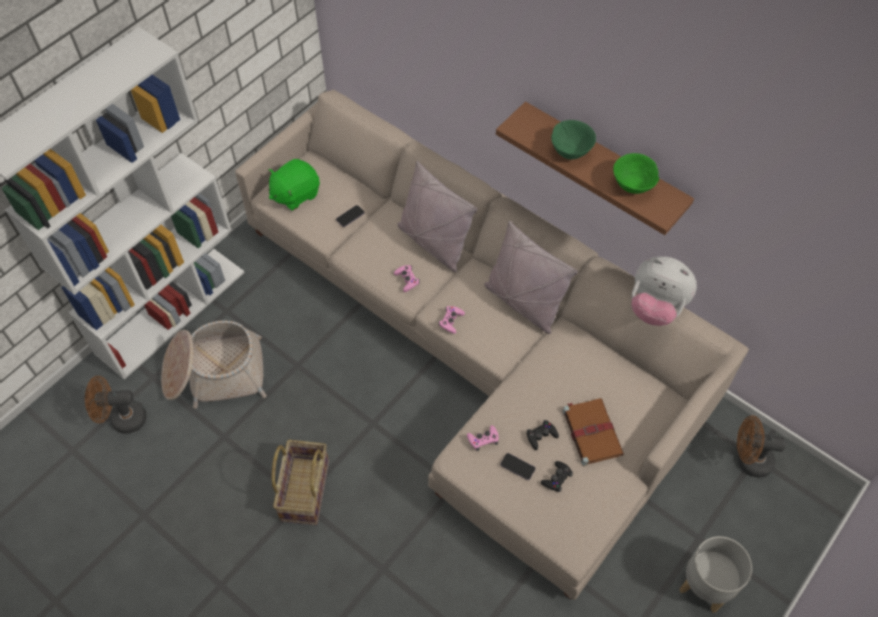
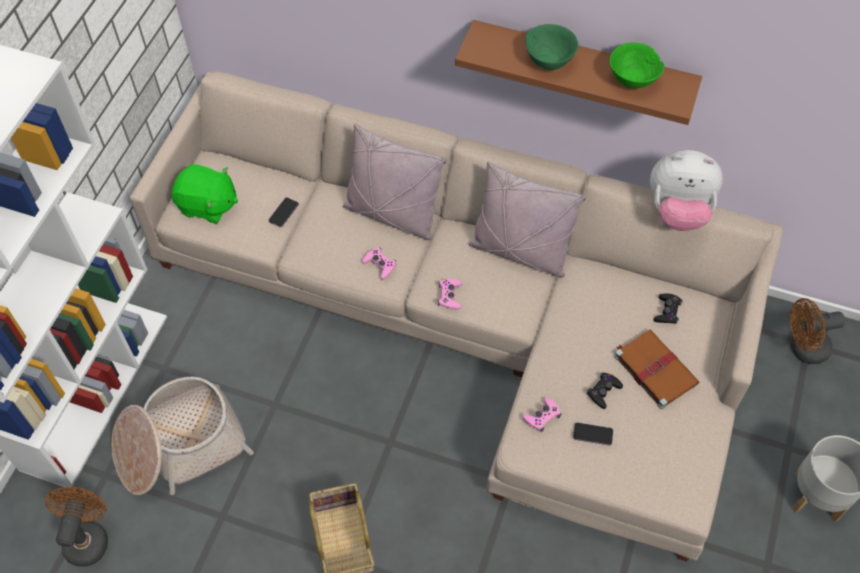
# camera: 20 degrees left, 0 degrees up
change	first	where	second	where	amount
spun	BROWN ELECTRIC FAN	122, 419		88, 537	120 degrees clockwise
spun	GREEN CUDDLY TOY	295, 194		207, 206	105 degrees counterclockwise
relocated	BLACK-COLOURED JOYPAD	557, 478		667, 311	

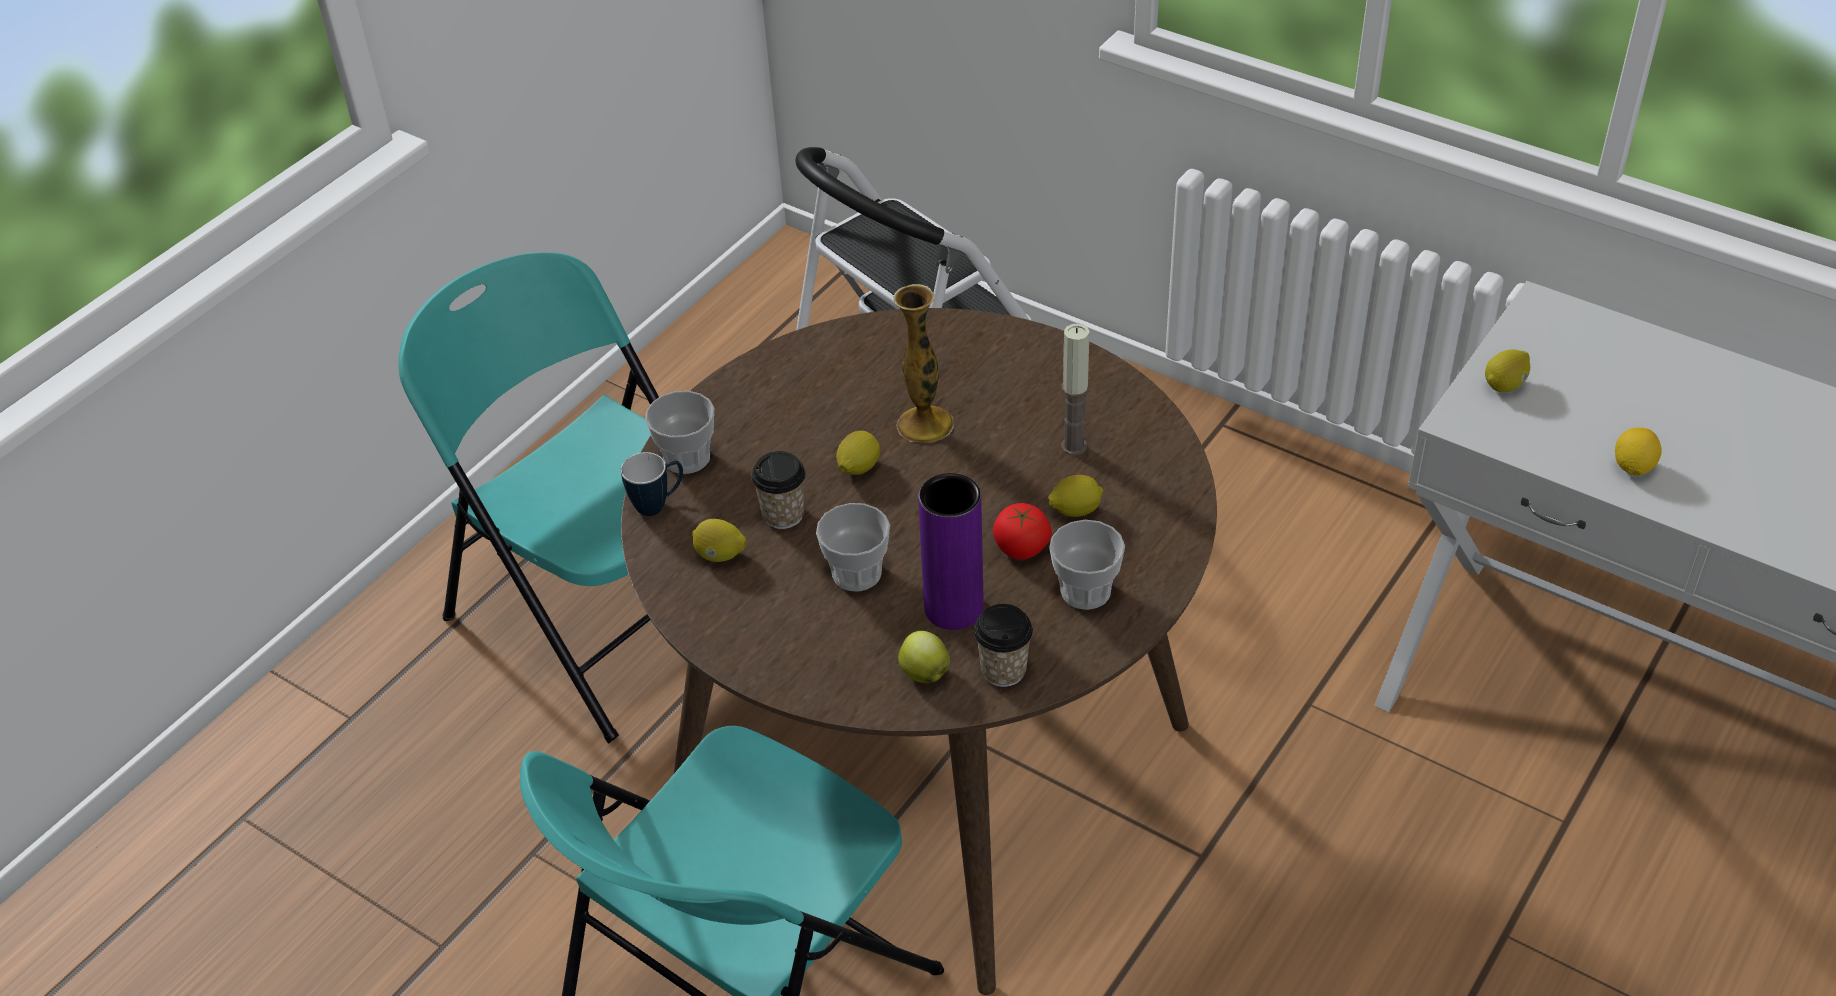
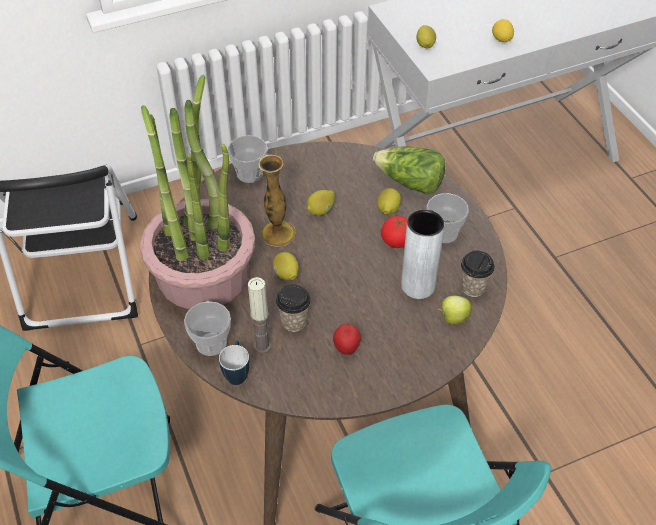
# camera: 60 degrees left, 5 degrees up
change	first	where	second	where	amount
relocated	WHOLE LEMON	720, 555		321, 210	
relocated	DRINKING CUP	857, 573		249, 173	
colour	PURPLE-COLOURED DECORATIVE VASE	953, 608	GRAY DECORATIVE VASE	418, 286	
relocated	WAX CANDLE	1074, 446		262, 346	
appeared			HOUSEPLANT	203, 273	
appeared			WHOLE APPLE	346, 349	
appeared			LETTUCE HEAD	410, 182	

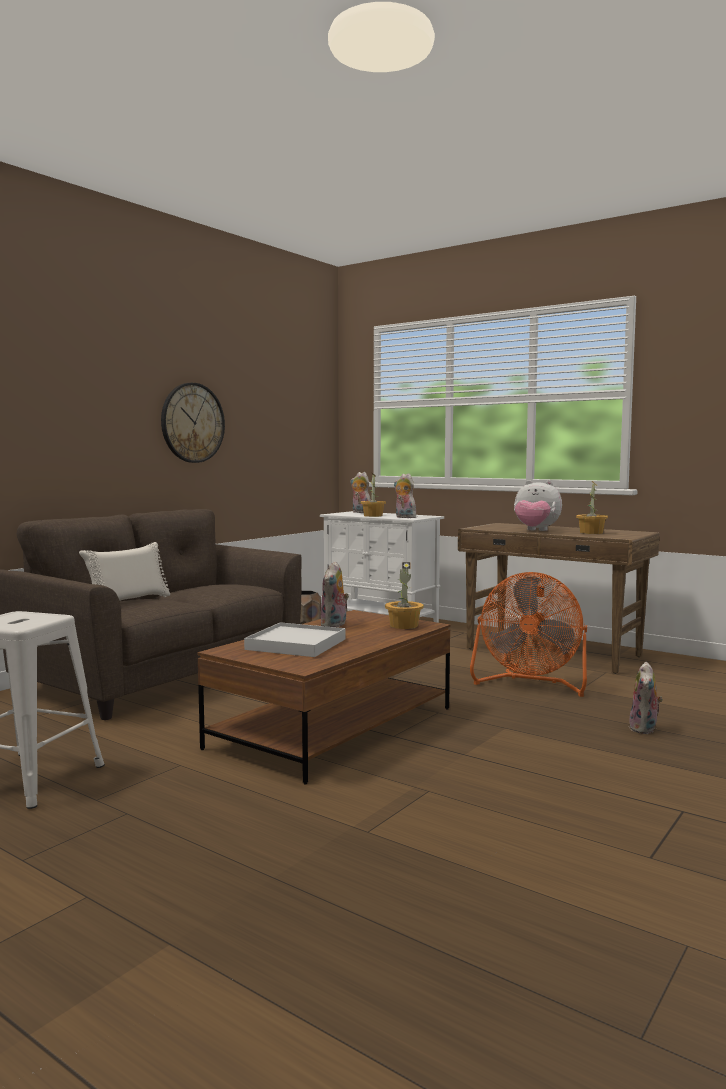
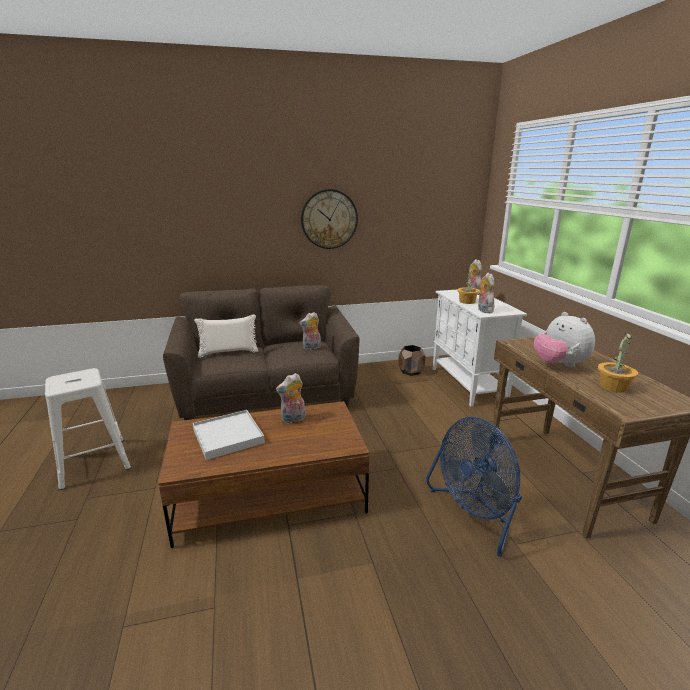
# camera: 40 degrees right, 15 degrees up
change	first	where	second	where	amount
missing	HOUSEPLANT	404, 625			
colour	ORANGE ELECTRIC FAN	527, 683	BLUE ELECTRIC FAN	475, 511	
relocated	CUDDLY TOY	645, 729		312, 348	

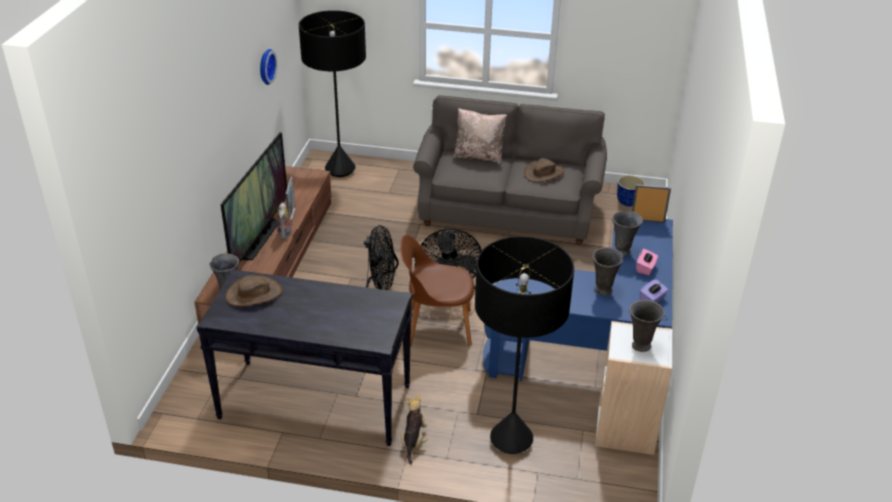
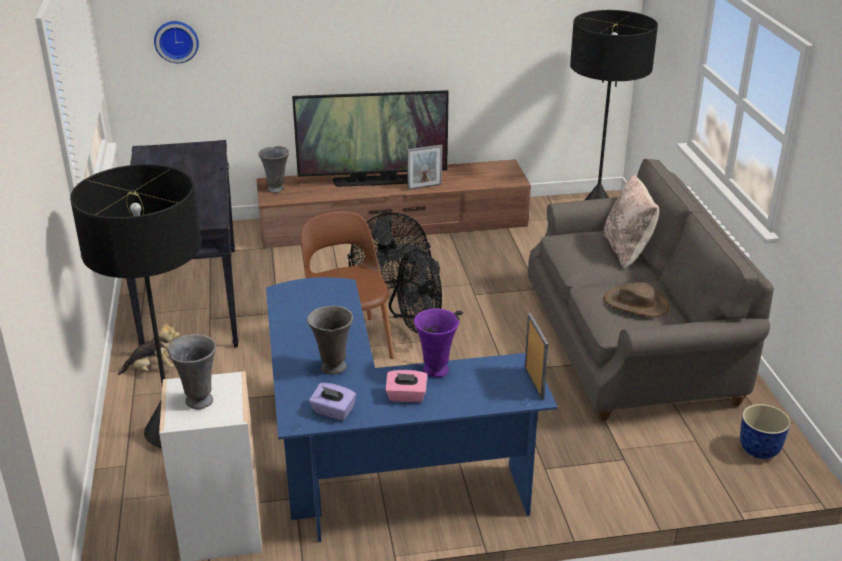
# camera: 70 degrees right, 5 degrees down
change	first	where	second	where	amount
missing	BROWN WEARABLE HAT	254, 294			
relocated	HANGING CLOCK	265, 66		176, 41	
missing	CUDDLY TOY	285, 234			
colour	GRAY DECORATIVE VASE	622, 251	PURPLE-COLOURED DECORATIVE VASE	436, 371	

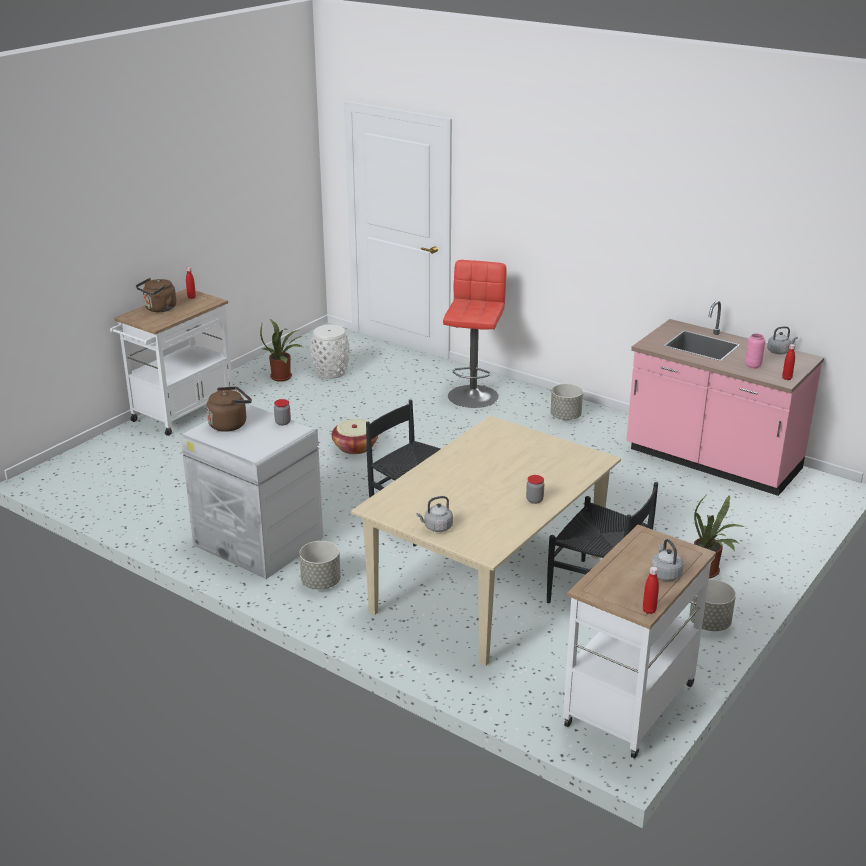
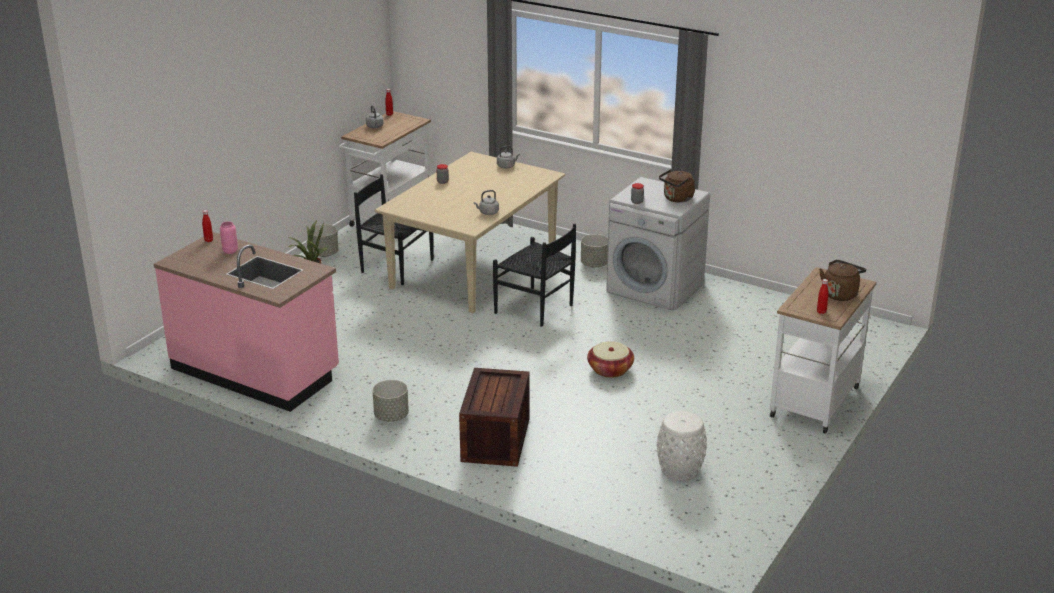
# camera: 175 degrees right, 0 degrees up
change	first	where	second	where	amount
missing	HOUSEPLANT	283, 377			
exchanged	RED-COLOURED STOOL SEAT	473, 396	SHIPPING CRATE	495, 440	
relocated	GRAY WATER KETTLE	779, 351		487, 213	

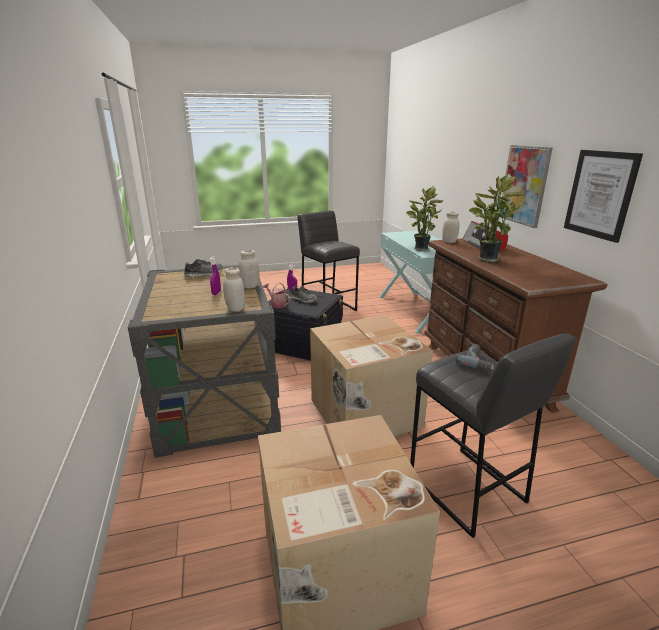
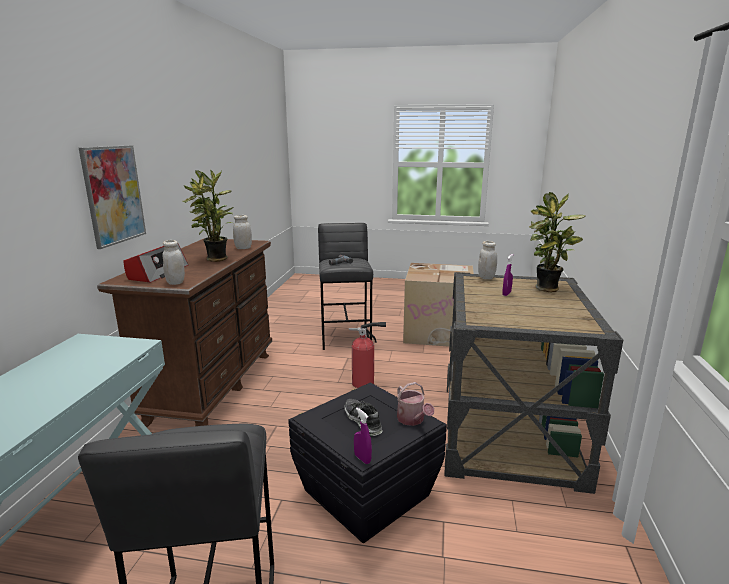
# camera: 155 degrees left, 5 degrees down
change	first	where	second	where	amount
missing	ITEM OF FOOTWEAR	204, 275			
relocated	WHITE-COLOURED STORAGE JAR	250, 286		243, 248	
exchanged	PACKING BOX	364, 414	FIRE EXTINGUISHER	365, 383	
relocated	HOUSEPLANT	420, 249		547, 289	
missing	PICTURE	600, 194			

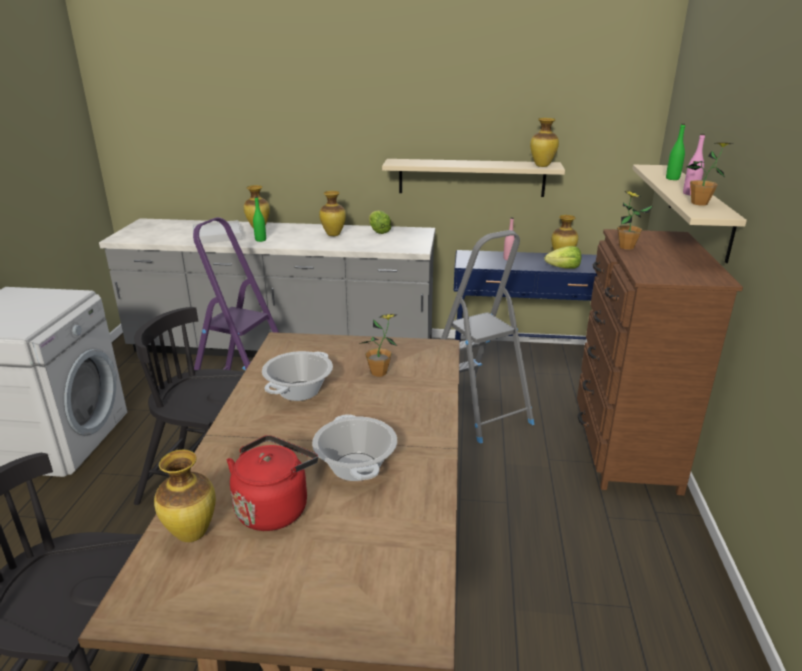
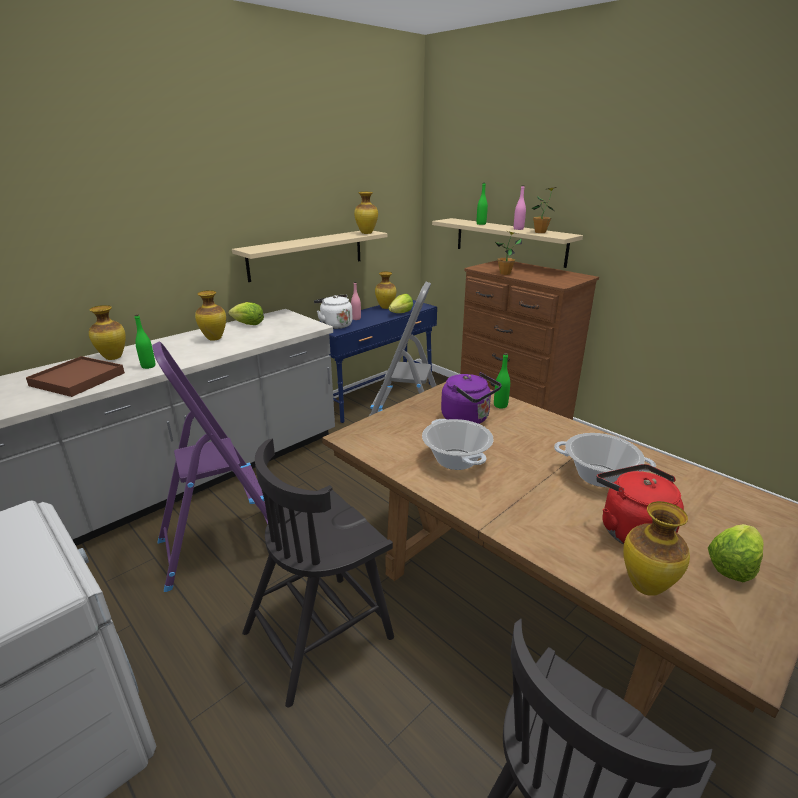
# camera: 50 degrees left, 0 degrees up
change	first	where	second	where	amount
colour	WHITE-COLOURED TRAY	217, 235	BROWN TRAY	78, 379	
exchanged	HOUSEPLANT	379, 372	PURPLE-COLOURED WATER KETTLE	468, 419	
appeared			WHITE-COLOURED WATER KETTLE	335, 325	
appeared			GREEN DRINK BOTTLE	500, 405	
appeared			LETTUCE HEAD	732, 566	

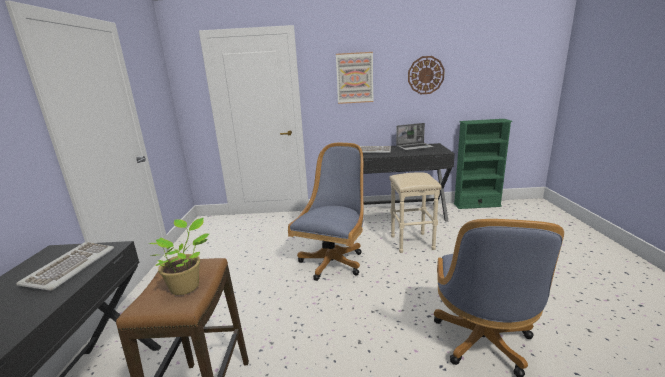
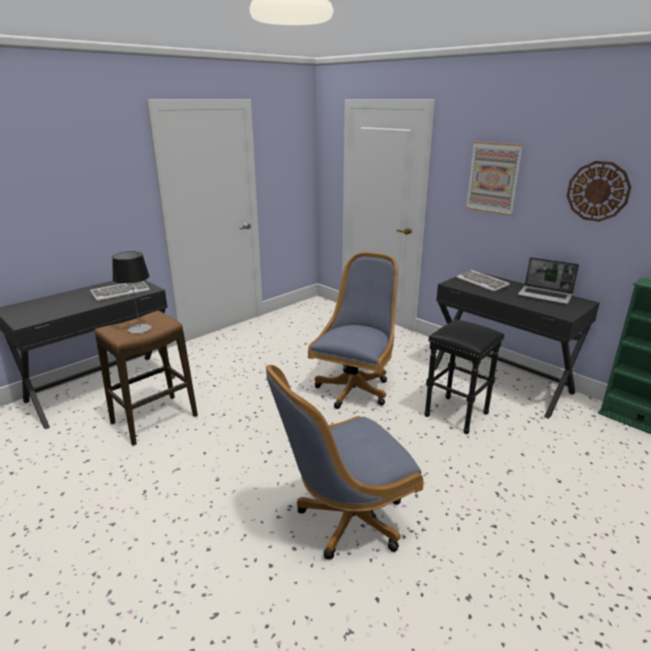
# camera: 45 degrees right, 5 degrees up
change	first	where	second	where	amount
exchanged	HOUSEPLANT	187, 285	LAMP FOR A TABLE	140, 328	
spun	BLUE DESK CHAIR	334, 260		355, 387	45 degrees counterclockwise
colour	SAND-COLOURED STOOL SEAT	411, 243	BLACK-COLOURED STOOL SEAT	454, 414	

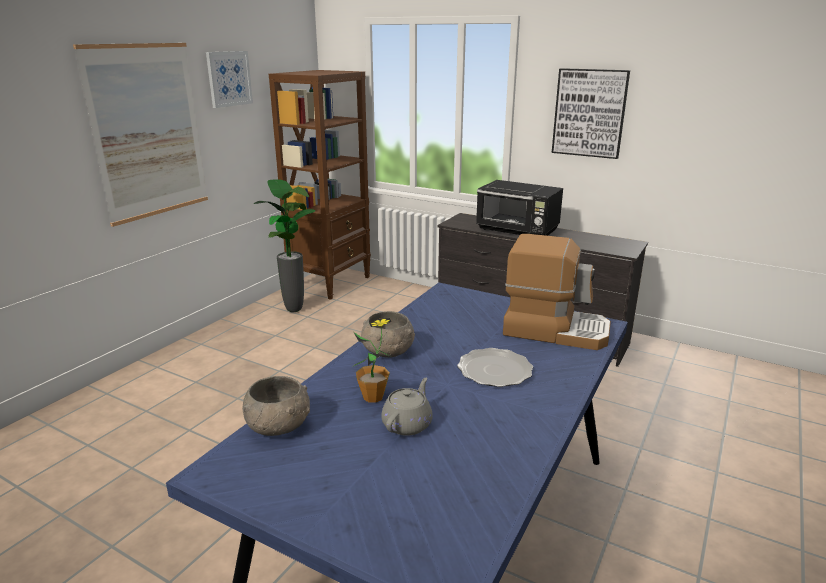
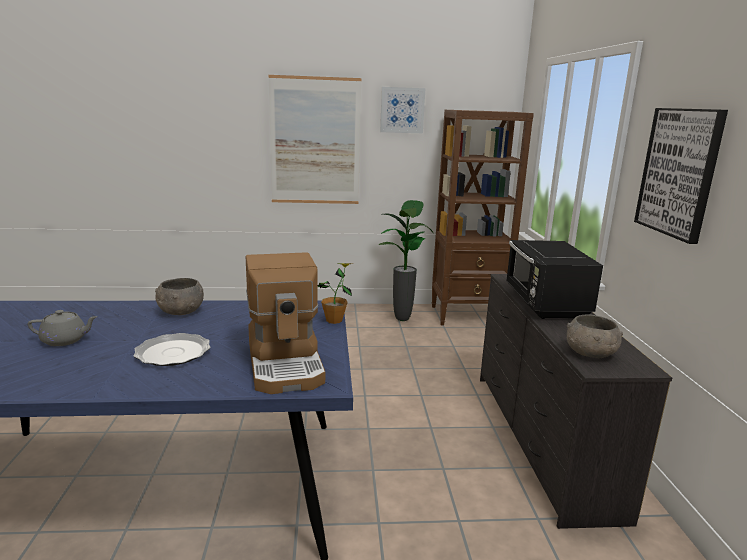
# camera: 55 degrees right, 5 degrees down
change	first	where	second	where	amount
relocated	GRAY SERVING BOWL	279, 426		590, 353	
relocated	HOUSEPLANT	373, 397		334, 320	

